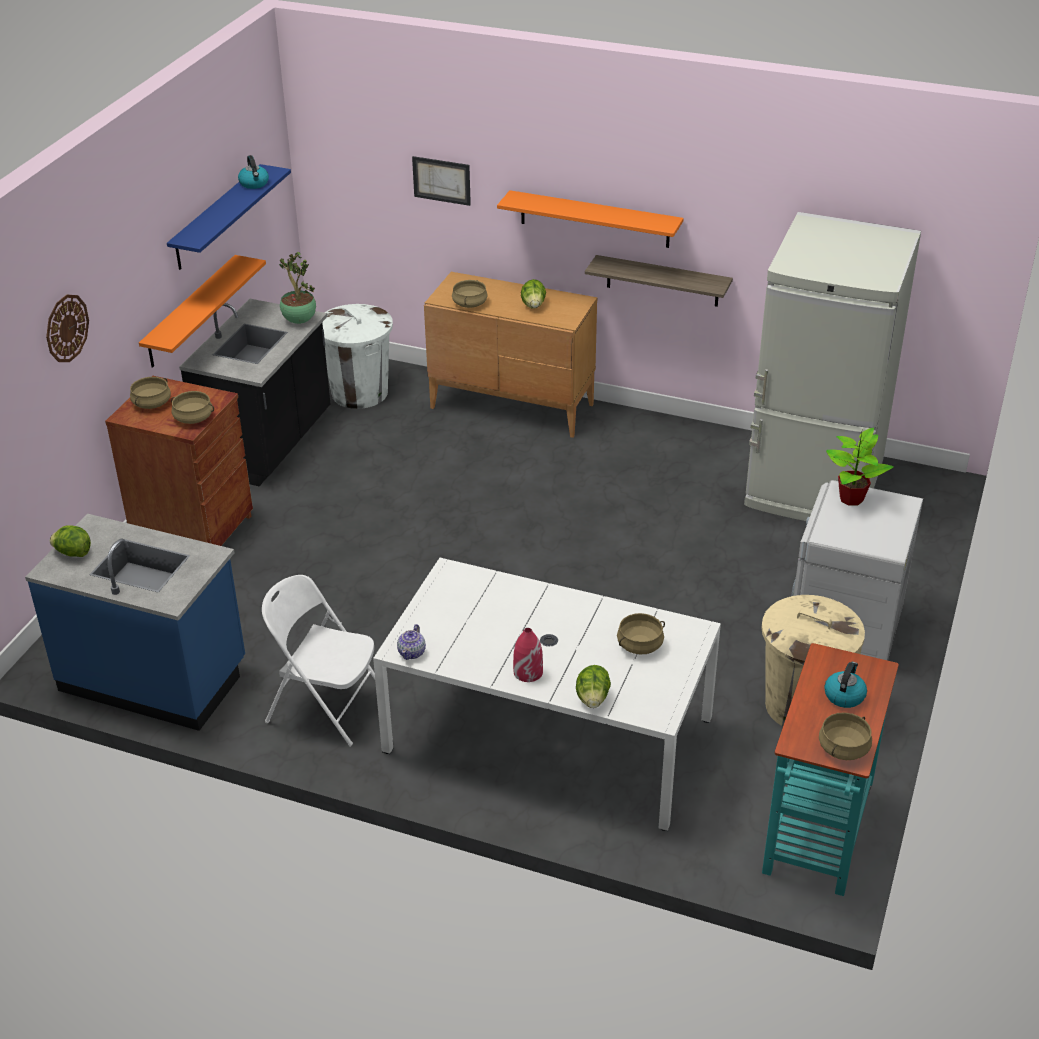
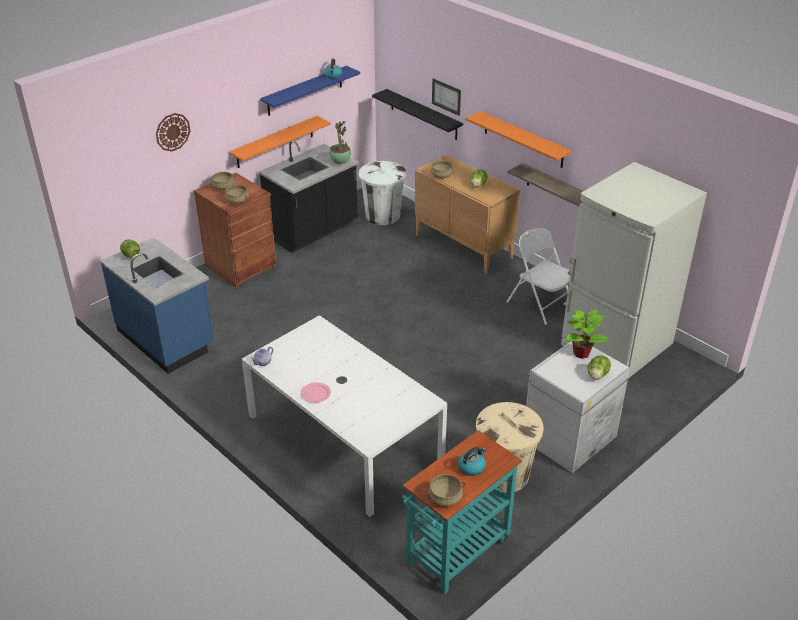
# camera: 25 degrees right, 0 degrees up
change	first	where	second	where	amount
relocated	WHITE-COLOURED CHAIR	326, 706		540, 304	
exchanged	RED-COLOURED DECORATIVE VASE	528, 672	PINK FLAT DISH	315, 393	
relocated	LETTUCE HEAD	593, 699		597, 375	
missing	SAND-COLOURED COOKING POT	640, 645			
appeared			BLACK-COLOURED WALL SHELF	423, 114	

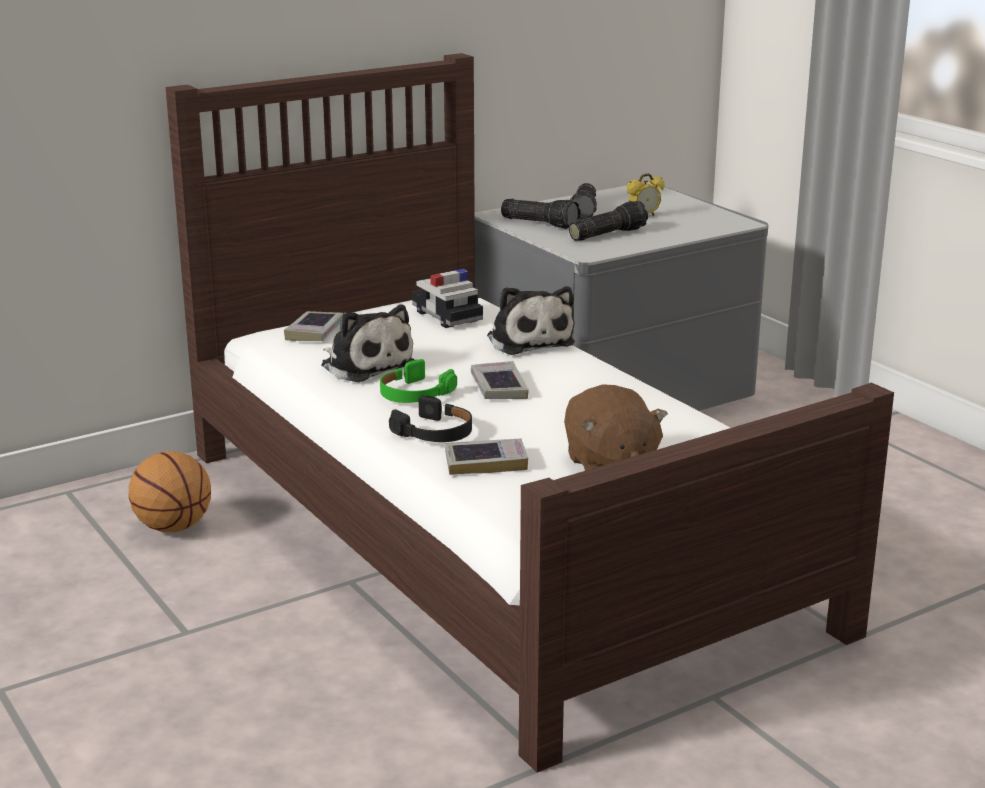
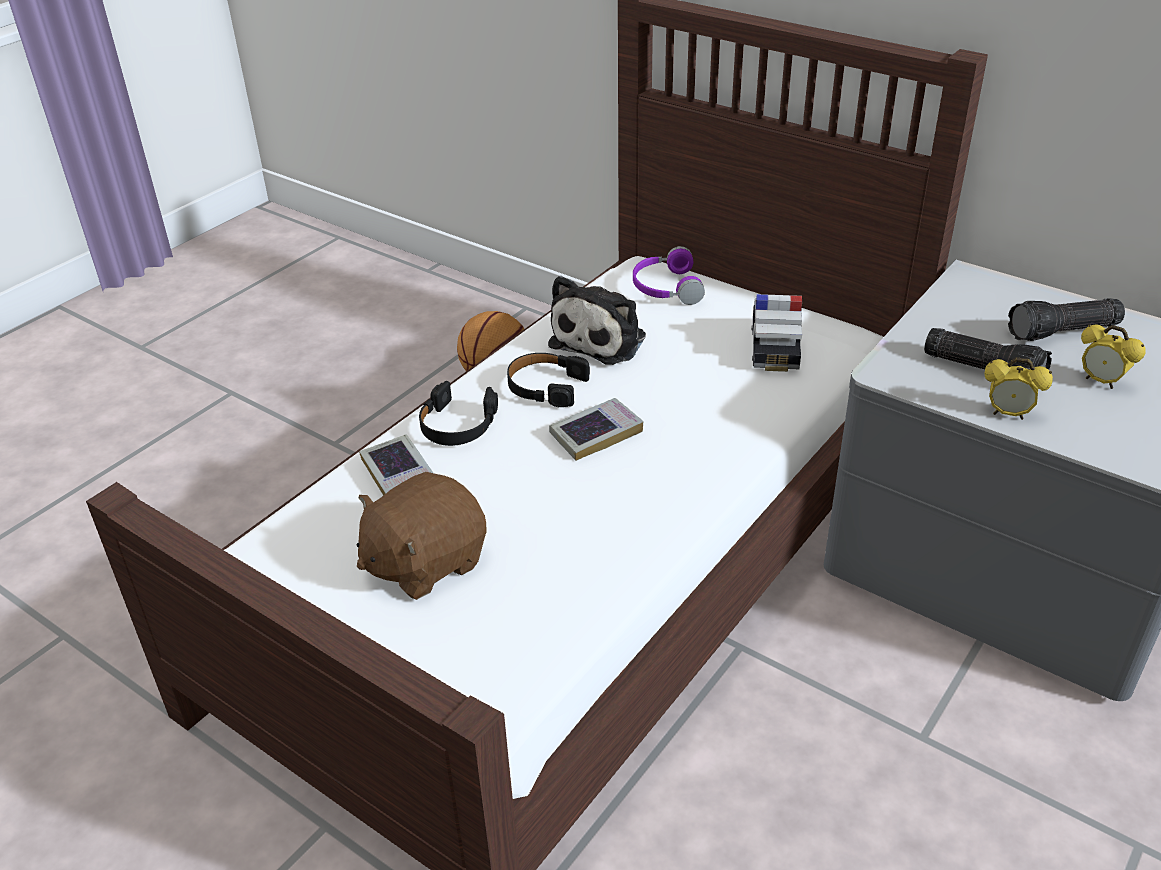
# camera: 70 degrees right, 15 degrees up
change	first	where	second	where	amount
exchanged	VOLUME	315, 332	PURPLE-COLOURED HEADPHONES	665, 288	
colour	GREEN HEADPHONES	414, 393	BLACK-COLOURED HEADPHONES	546, 387	
spun	MINIATURE CAR	447, 316		774, 348	150 degrees clockwise
missing	CUDDLY TOY	529, 340			
missing	HAND TORCH	541, 223			
appeared			ALARM CLOCK	1008, 414	

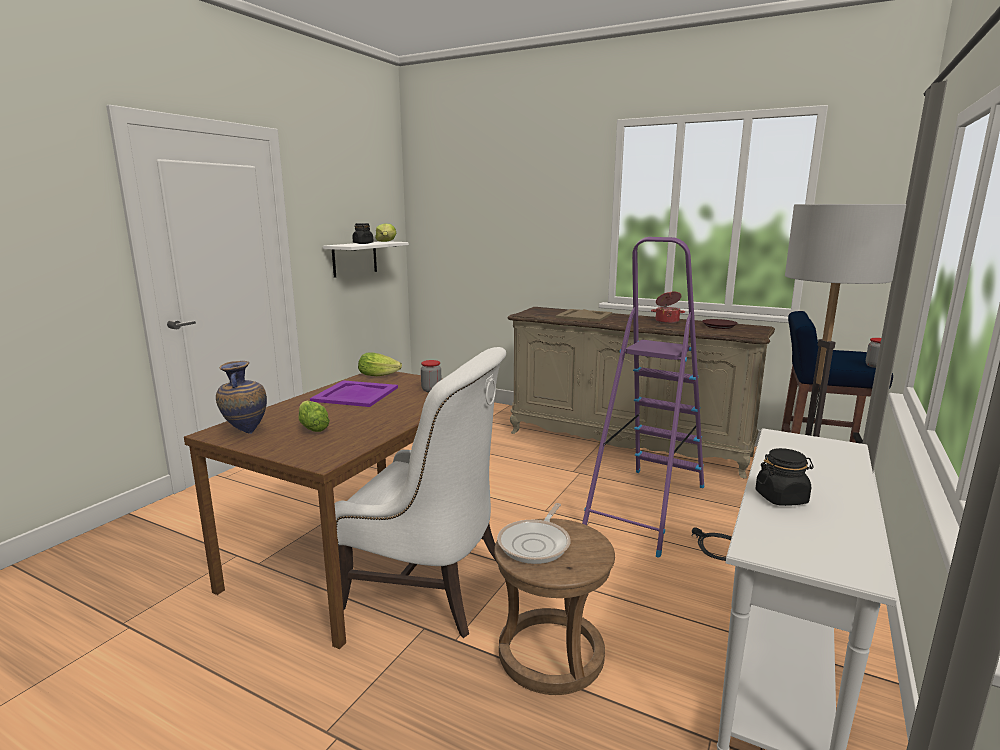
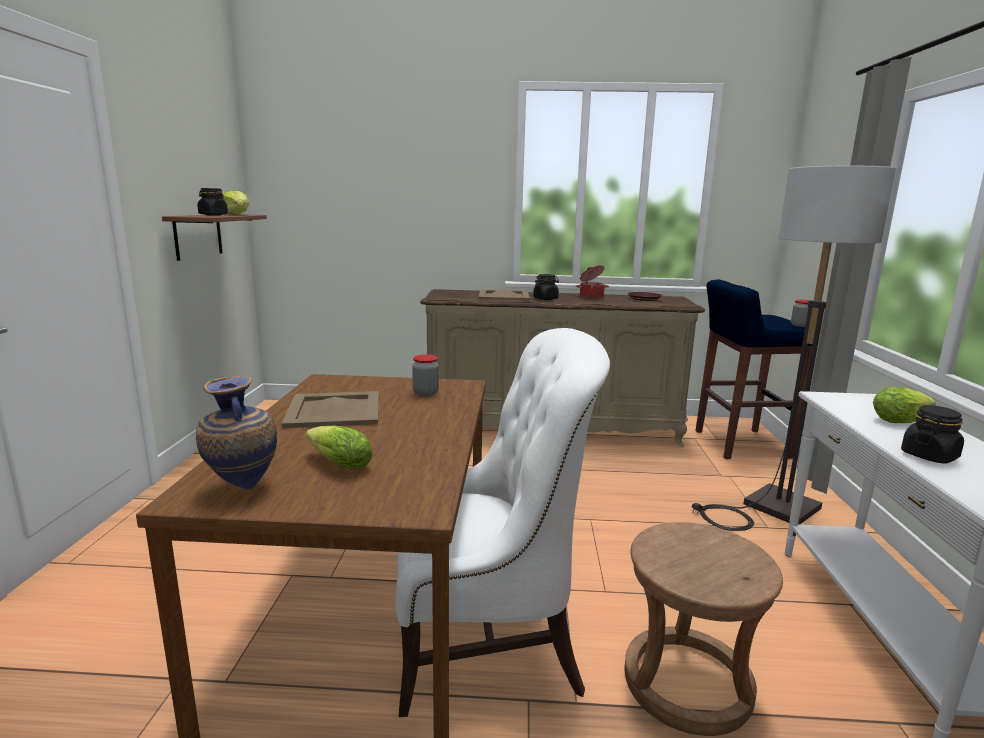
# camera: 25 degrees left, 0 degrees up
change	first	where	second	where	amount
colour	PURPLE-COLOURED TRAY	354, 394	SAND-COLOURED TRAY	333, 410	
colour	WHITE-COLOURED WALL SHELF	354, 258	BROWN WALL SHELF	198, 236	
relocated	LETTUCE HEAD	380, 375		903, 420	
missing	FRYING PAN	536, 544			
missing	PURPLE-COLOURED STEP LADDER	646, 507			
appeared			BLACK-COLOURED STORAGE JAR	545, 298	

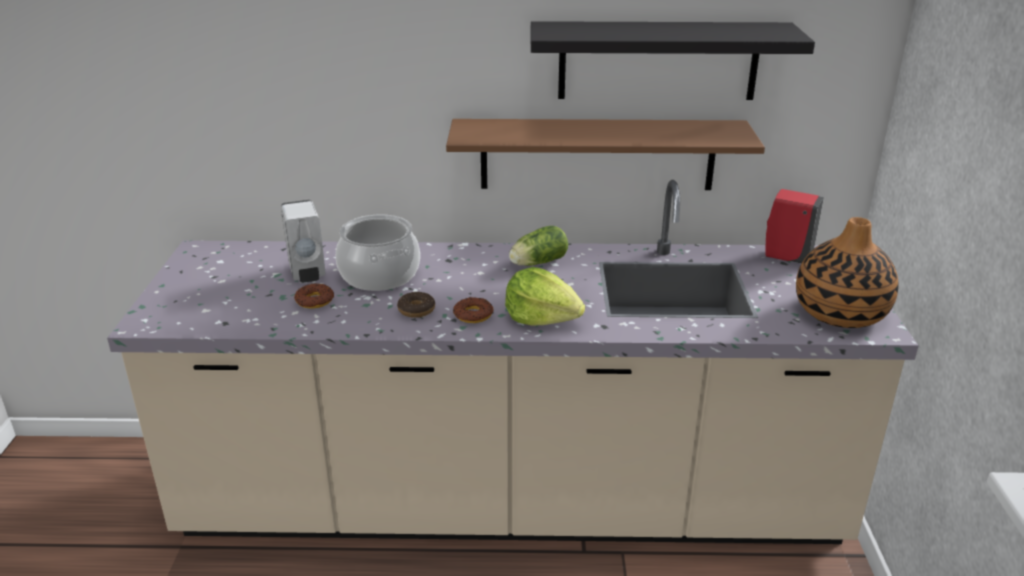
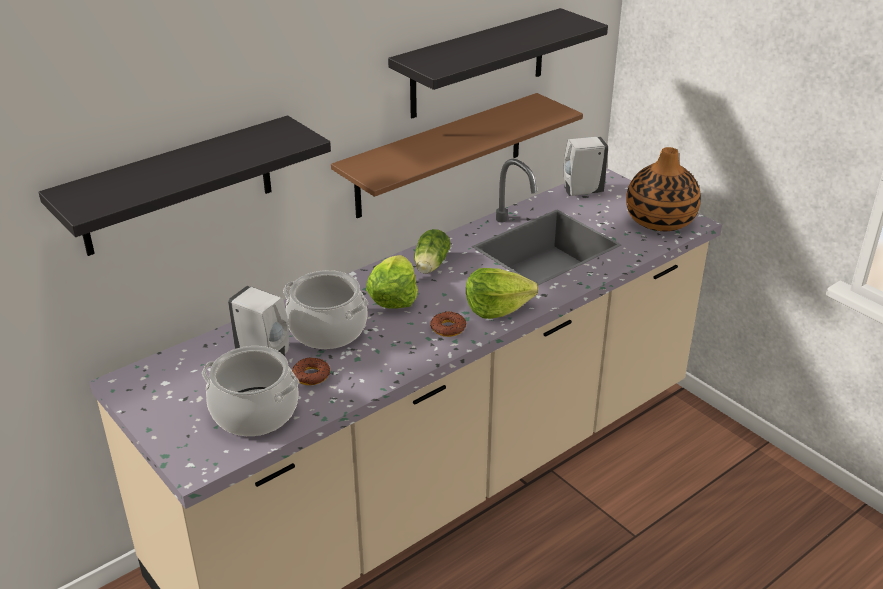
# camera: 40 degrees left, 5 degrees up
change	first	where	second	where	amount
missing	RING DOUGHNUT	416, 310			
colour	RED-COLOURED SOAP DISPENSER	785, 257	WHITE-COLOURED SOAP DISPENSER	581, 191	
appeared			BLACK-COLOURED WALL SHELF	177, 186	
appeared			COOKING POT	254, 412	
appeared			LETTUCE HEAD	393, 297	

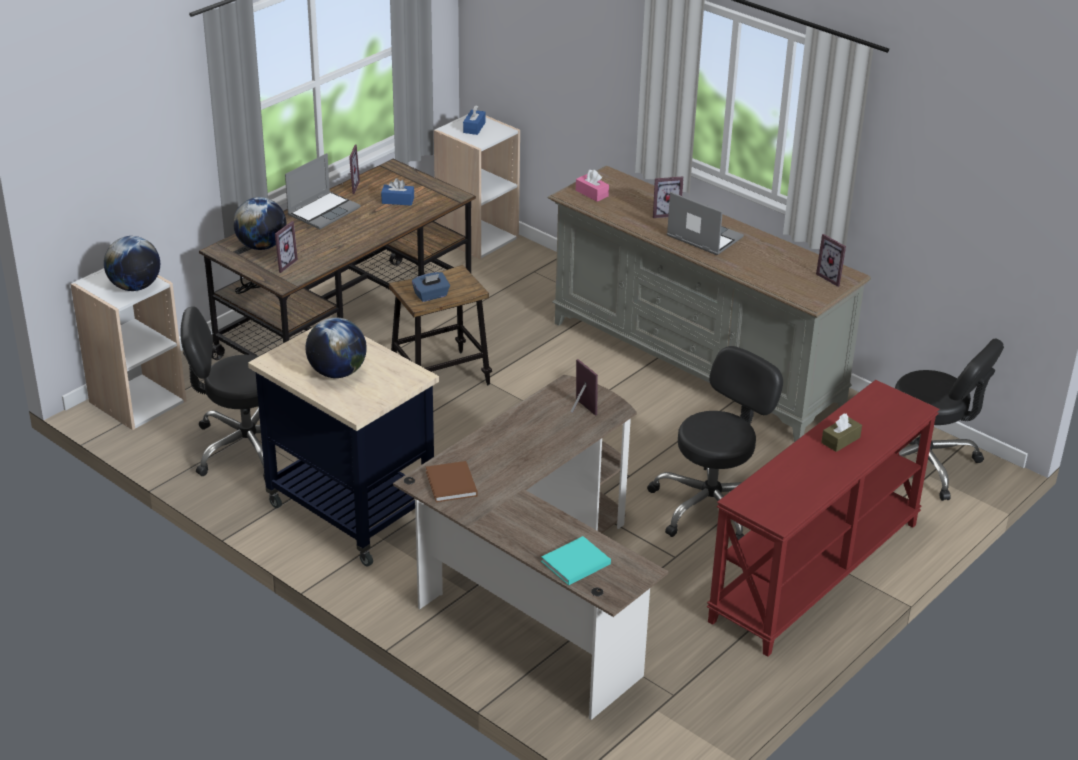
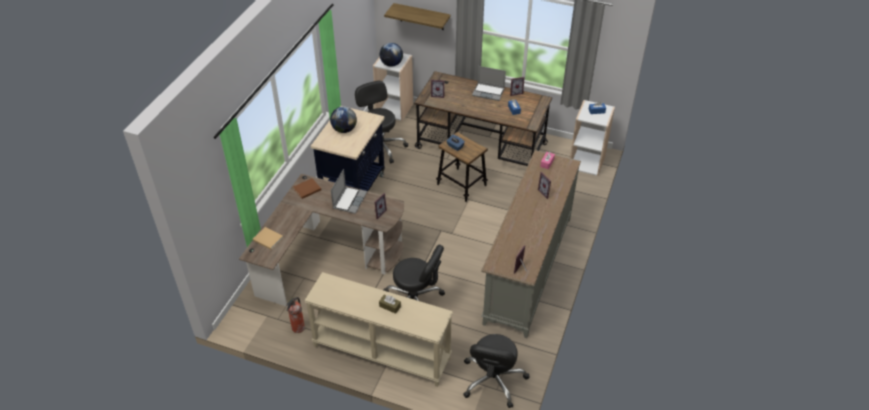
# camera: 70 degrees right, 10 degrees up
change	first	where	second	where	amount
missing	GLOBE	261, 246			
colour	TURQUOISE-COLOURED VOLUME	574, 563	SAND-COLOURED VOLUME	267, 238	
relocated	NOTEBOOK COMPUTER	703, 237		349, 200	
colour	RED-COLOURED HALL TABLE	816, 573	SAND-COLOURED HALL TABLE	381, 352	
appeared			FIRE EXTINGUISHER	298, 328	
appeared			WALL SHELF	421, 17	

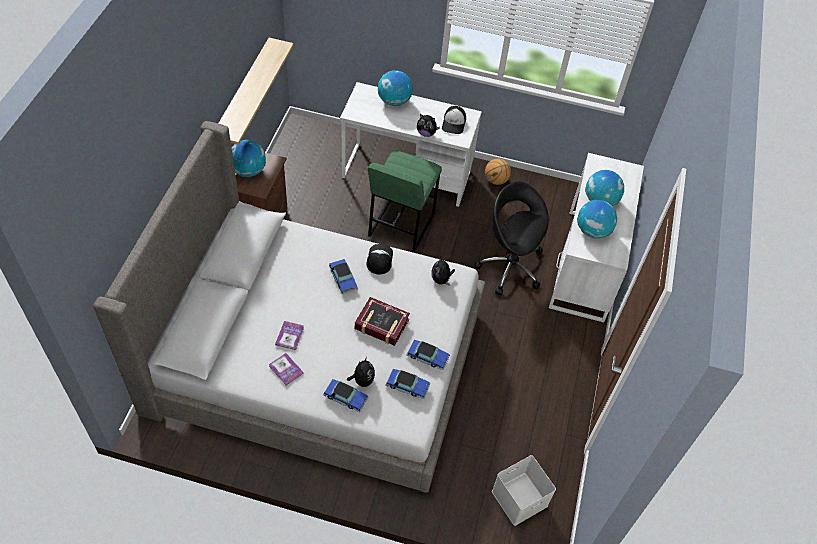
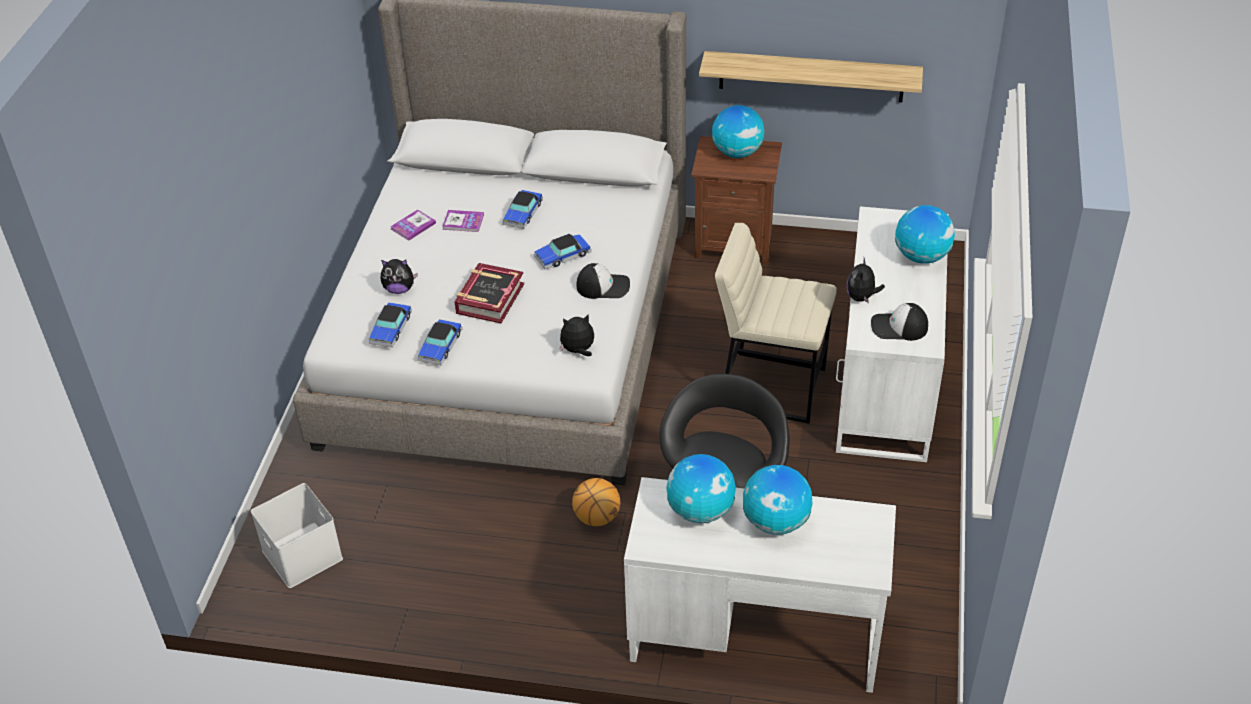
# camera: 90 degrees right, 10 degrees down
change	first	where	second	where	amount
relocated	MINIATURE CAR	345, 397		523, 214	
colour	GREEN CHAIR	401, 226	SAND-COLOURED CHAIR	770, 386	
relocated	BALL FOR BASKETBALL	496, 180		597, 518	

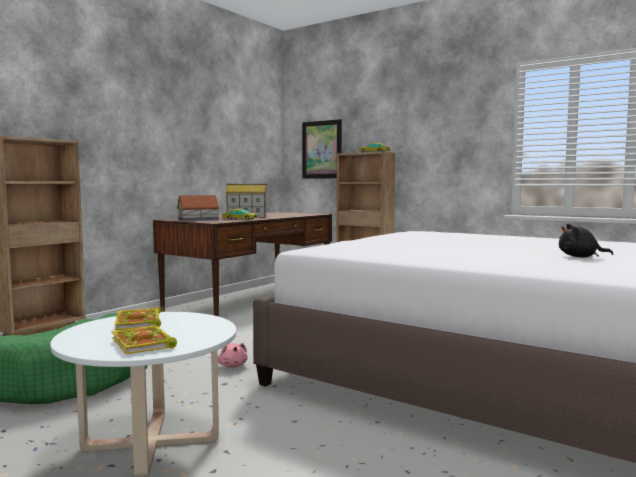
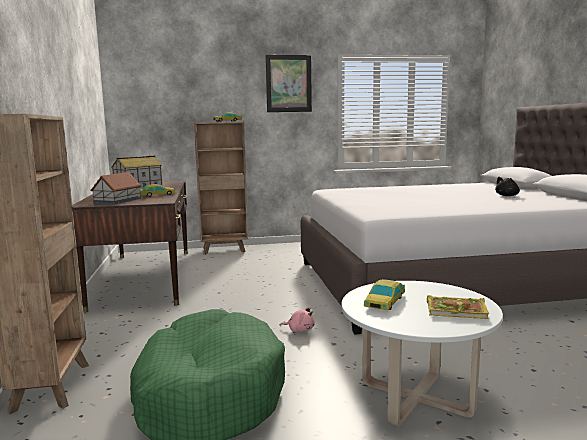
# camera: 45 degrees left, 5 degrees up
change	first	where	second	where	amount
exchanged	VOLUME	139, 323	MINIATURE CAR	385, 301	
relocated	PICTURE	322, 149		288, 83	

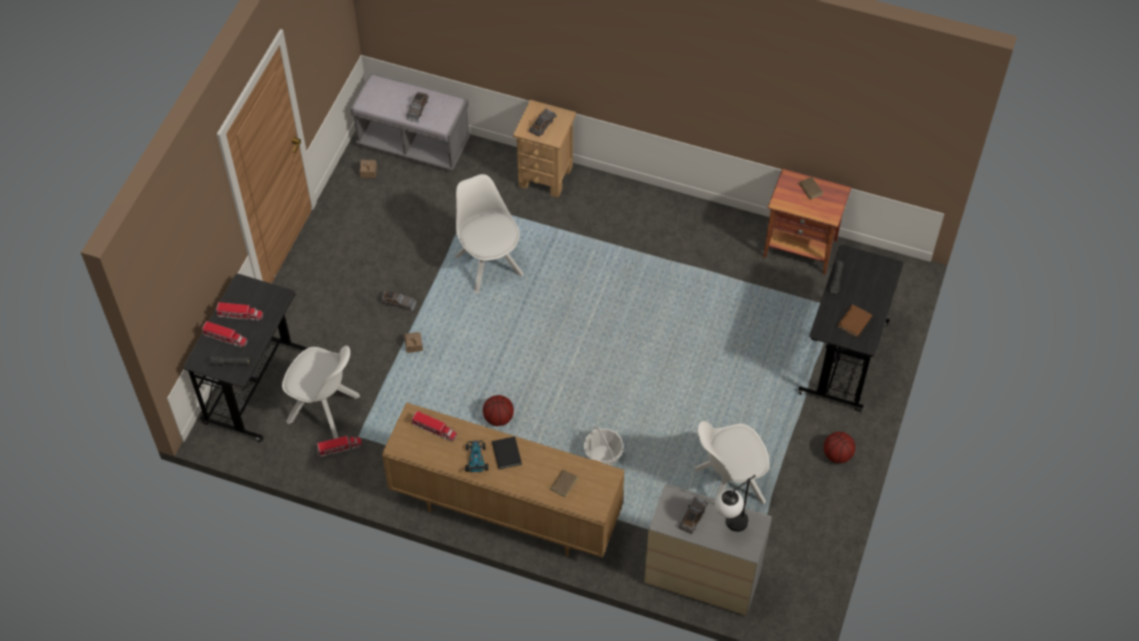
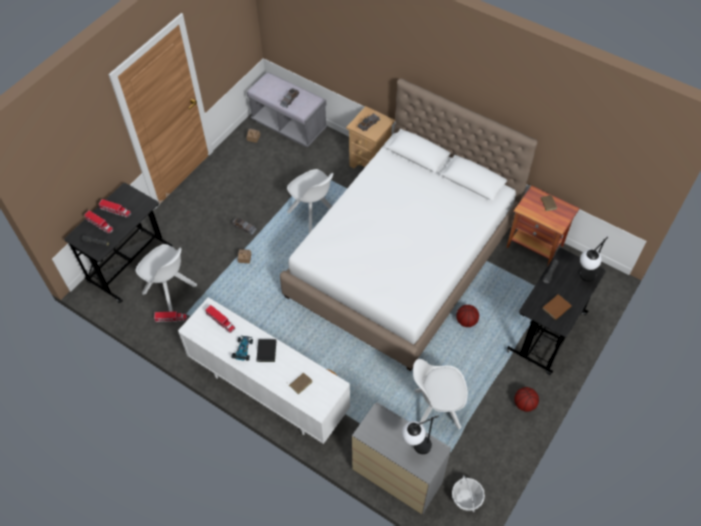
# camera: 15 degrees right, 0 degrees up
change	first	where	second	where	amount
colour	BROWN DRAWER CHEST	506, 512	WHITE-COLOURED DRAWER CHEST	269, 391	
spun	WHITE-COLOURED CHAIR	488, 264		313, 214	150 degrees clockwise
relocated	BALL FOR BASKETBALL	499, 418		466, 321	
relocated	HOUSEHOLD BASKET	603, 456		466, 499	
missing	GRAY MINIATURE CAR	693, 516			
appeared			WHITE-COLOURED BEDROOM BED	403, 258	
appeared			LAMP FOR A TABLE	583, 279	

